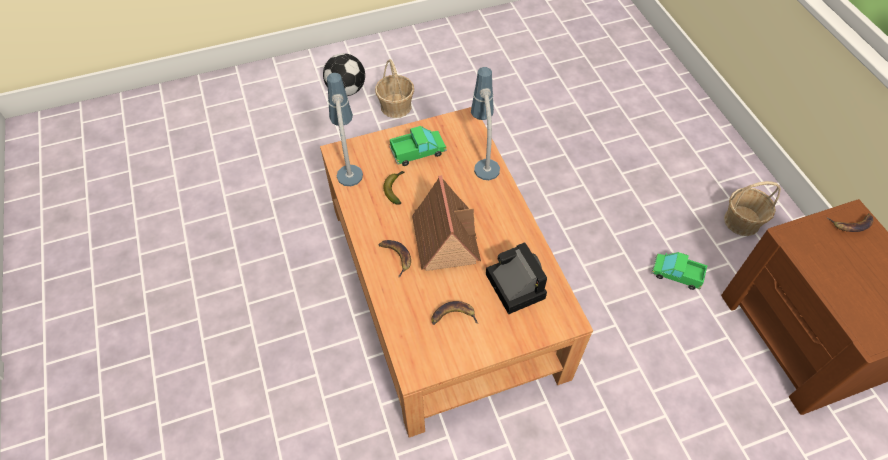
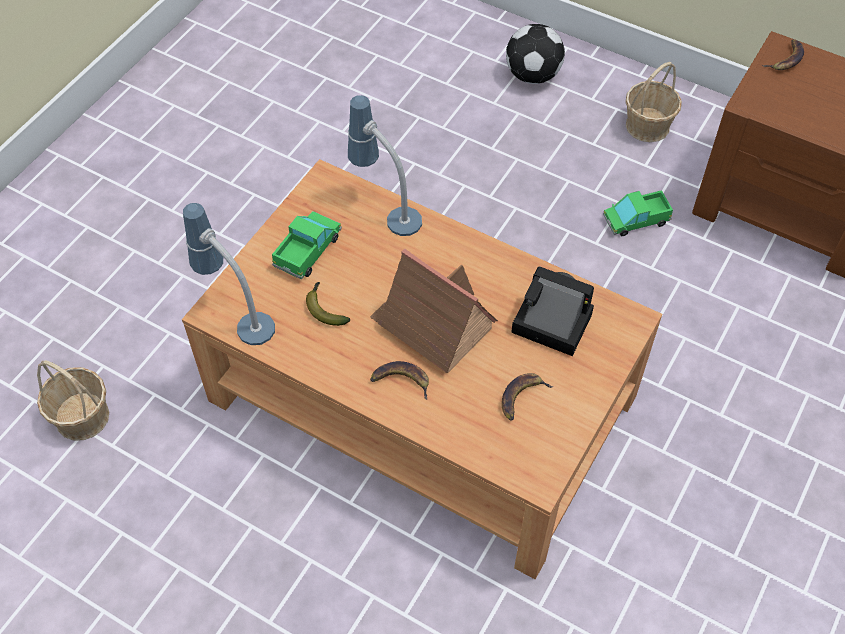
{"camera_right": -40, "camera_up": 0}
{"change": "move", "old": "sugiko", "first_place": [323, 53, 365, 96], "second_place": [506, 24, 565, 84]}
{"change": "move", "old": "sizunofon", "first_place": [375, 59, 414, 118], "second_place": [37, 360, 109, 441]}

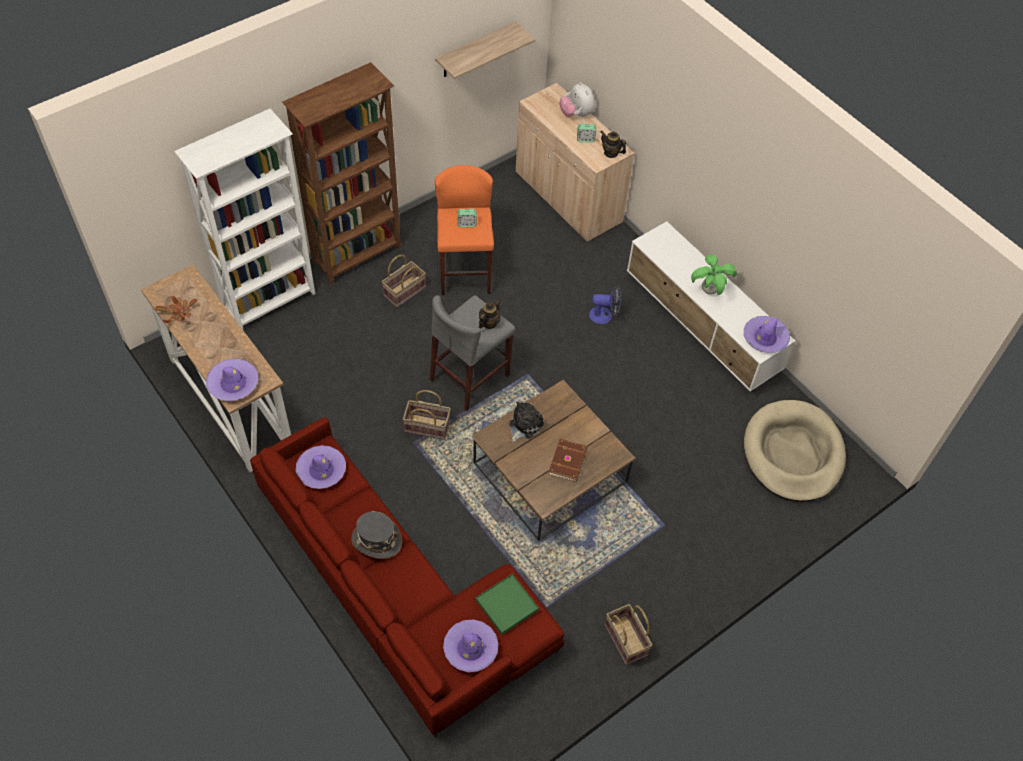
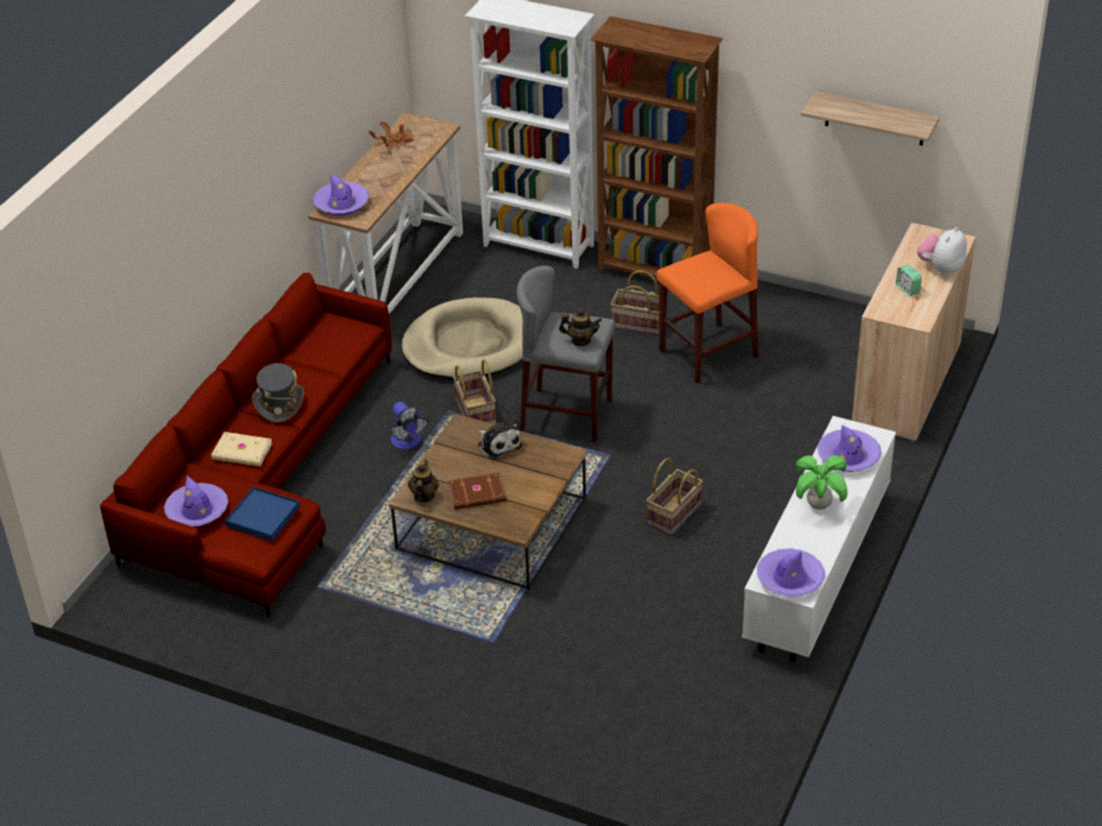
{"camera_right": 65, "camera_up": -15}
{"change": "move", "old": "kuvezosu", "first_place": [601, 131, 626, 158], "second_place": [408, 460, 439, 503]}
{"change": "delete", "old": "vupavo", "first_place": [458, 209, 477, 227]}
{"change": "move", "old": "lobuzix", "first_place": [589, 286, 621, 324], "second_place": [390, 402, 429, 449]}
{"change": "move", "old": "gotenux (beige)", "first_place": [744, 400, 846, 502], "second_place": [402, 297, 523, 380]}
{"change": "rotate", "old": "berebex", "first_place": [509, 402, 544, 442], "second_place": [478, 419, 522, 460], "degrees": 45}
{"change": "move", "old": "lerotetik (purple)", "first_place": [296, 445, 346, 489], "second_place": [817, 425, 881, 472]}
{"change": "recolor", "old": "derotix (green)", "new": "derotix (blue)", "first_place": [476, 574, 539, 635], "second_place": [225, 487, 300, 541]}
{"change": "move", "old": "sizunofon", "first_place": [605, 604, 652, 665], "second_place": [646, 458, 703, 535]}
{"change": "insert", "new": "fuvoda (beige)", "second_place": [211, 432, 272, 466]}

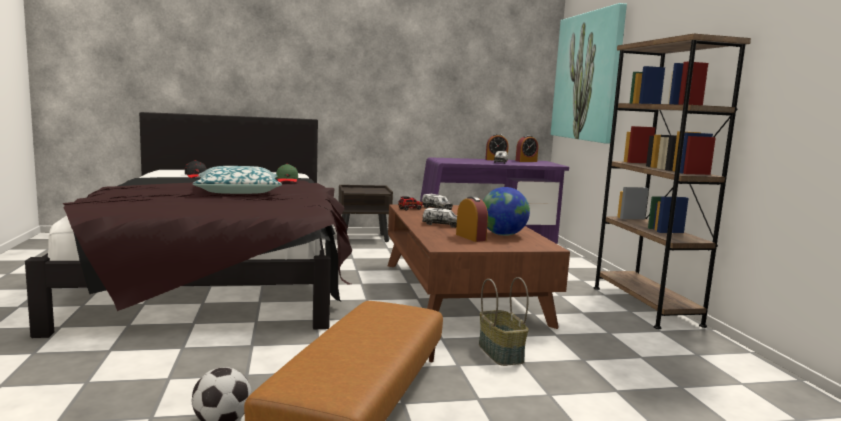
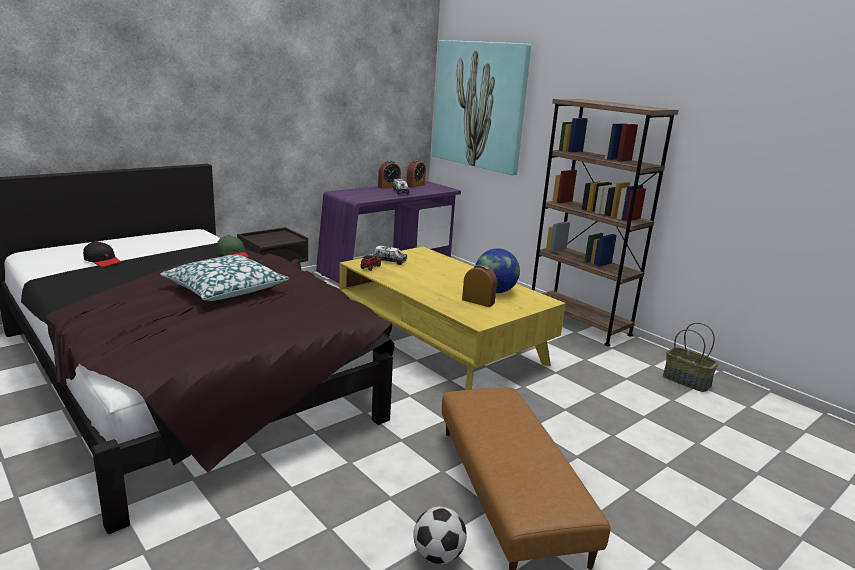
{"camera_right": -30, "camera_up": 10}
{"change": "recolor", "old": "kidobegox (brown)", "new": "kidobegox (yellow)", "first_place": [388, 204, 570, 329], "second_place": [339, 247, 566, 390]}
{"change": "delete", "old": "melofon", "first_place": [422, 208, 457, 228]}
{"change": "move", "old": "sizunofon", "first_place": [479, 277, 529, 366], "second_place": [663, 322, 718, 392]}

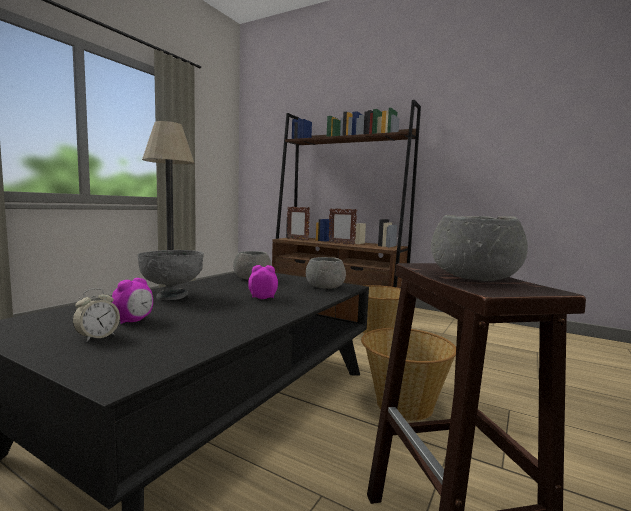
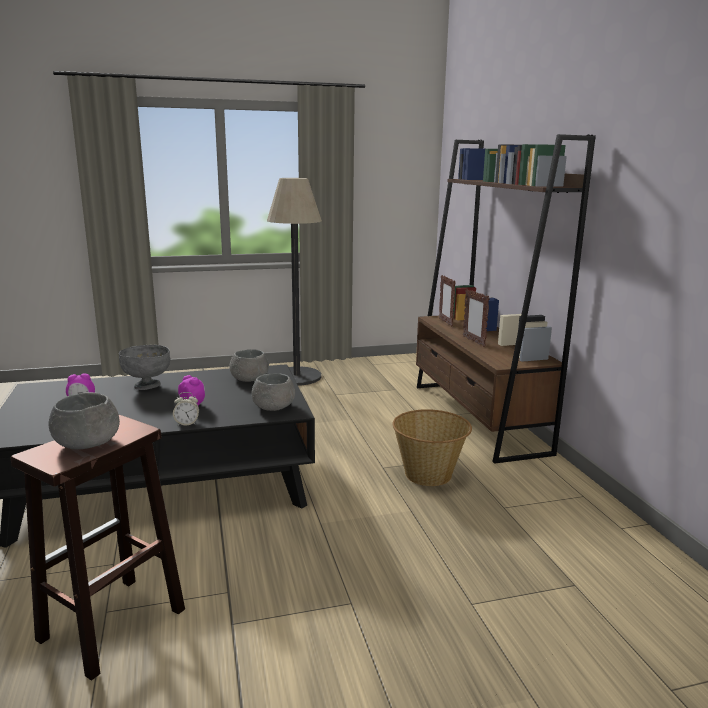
{"camera_right": 45, "camera_up": 10}
{"change": "move", "old": "vupavo", "first_place": [72, 288, 120, 342], "second_place": [173, 392, 199, 426]}
{"change": "delete", "old": "sizunofon", "first_place": [361, 328, 456, 421]}

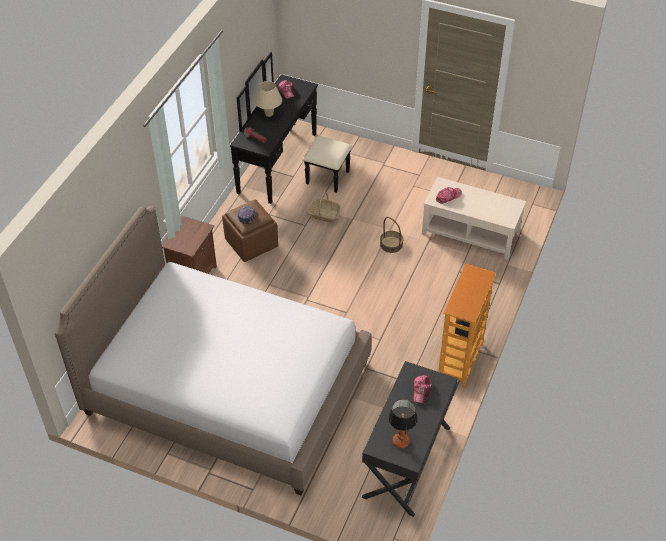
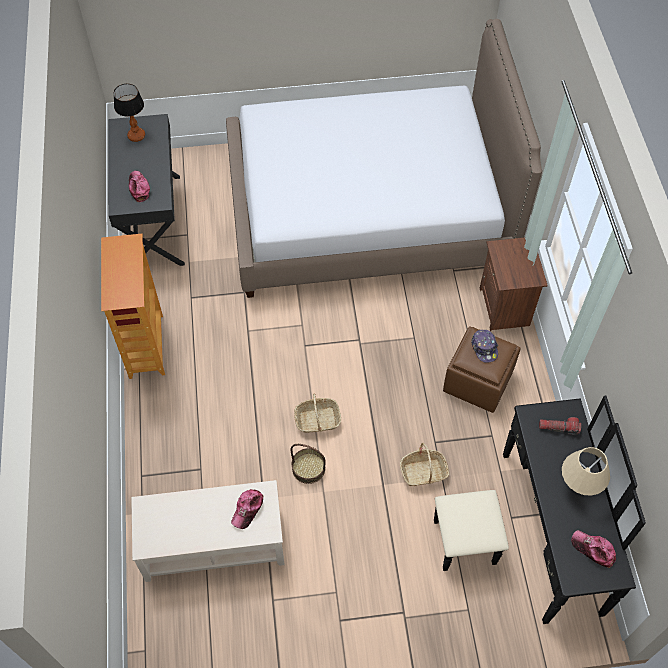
{"camera_right": 150, "camera_up": 10}
{"change": "insert", "new": "sizunofon", "second_place": [294, 393, 341, 433]}

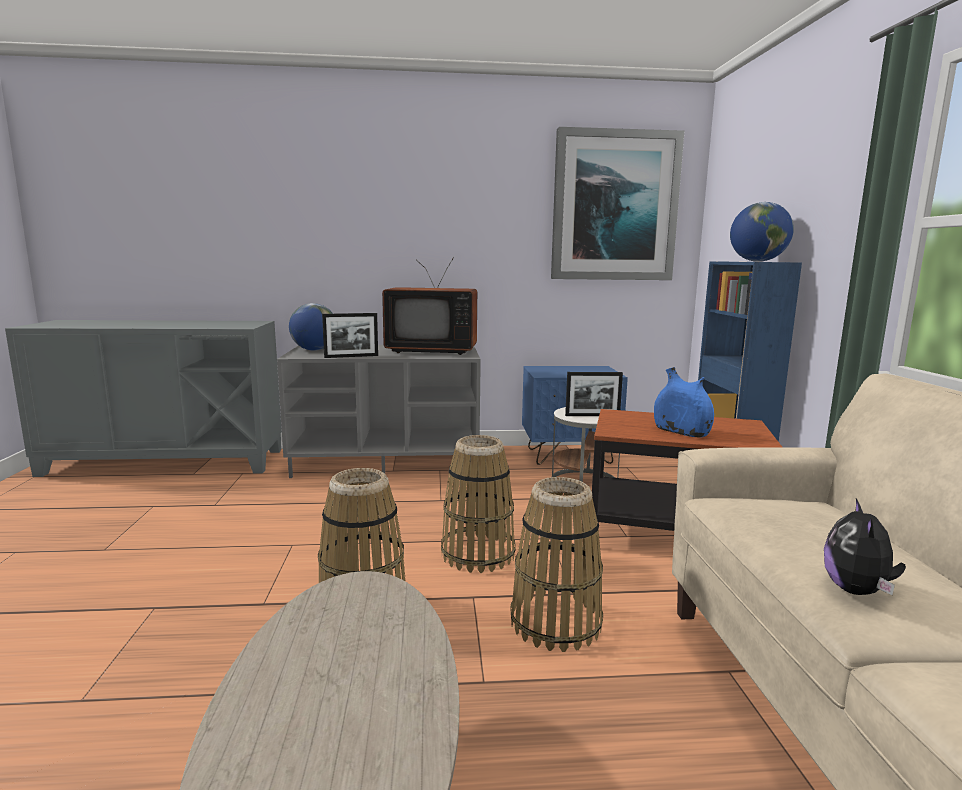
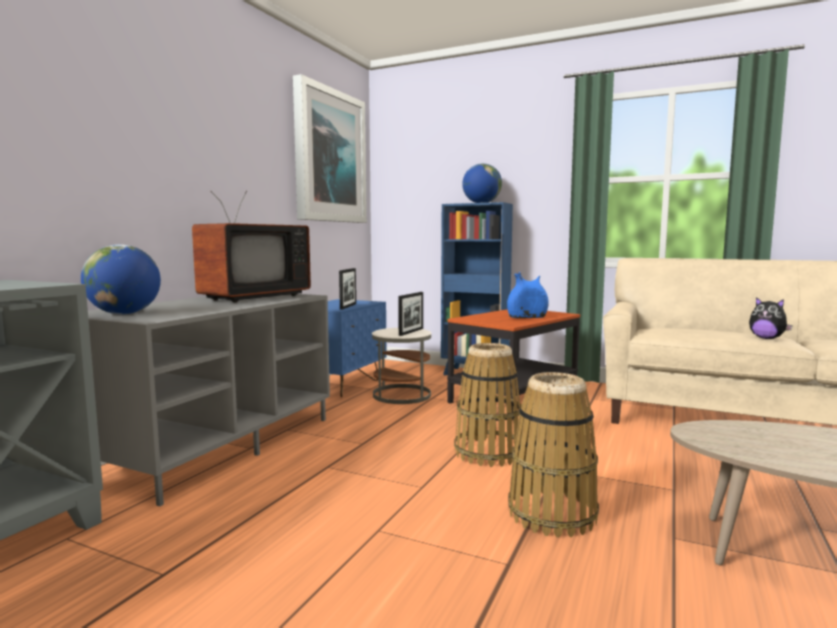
{"camera_right": -60, "camera_up": -5}
{"change": "move", "old": "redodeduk", "first_place": [322, 313, 378, 358], "second_place": [339, 268, 356, 310]}
{"change": "delete", "old": "sizunofon", "first_place": [510, 477, 603, 652]}

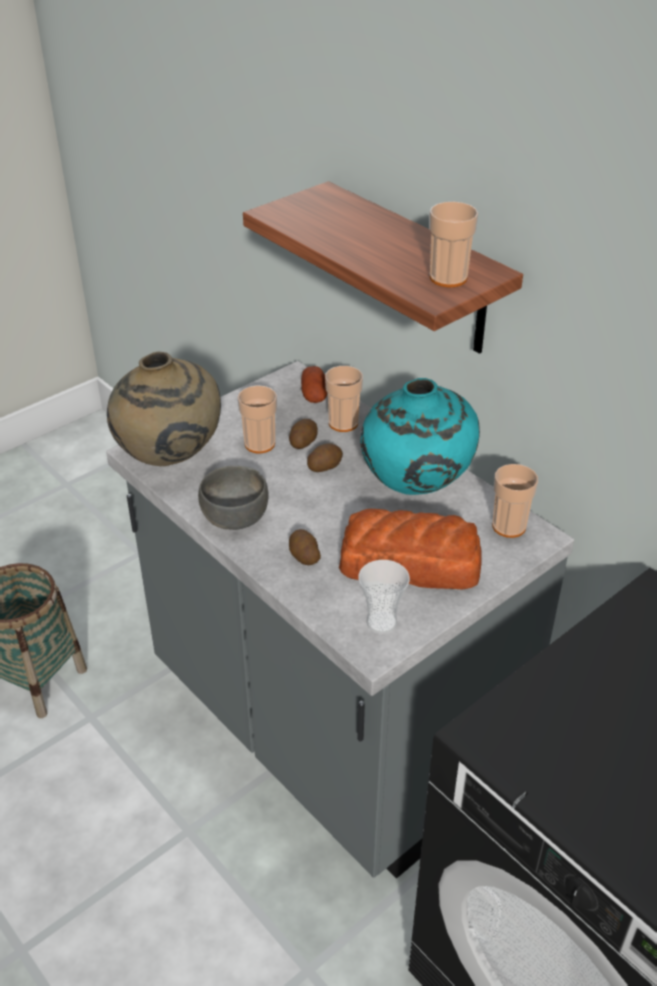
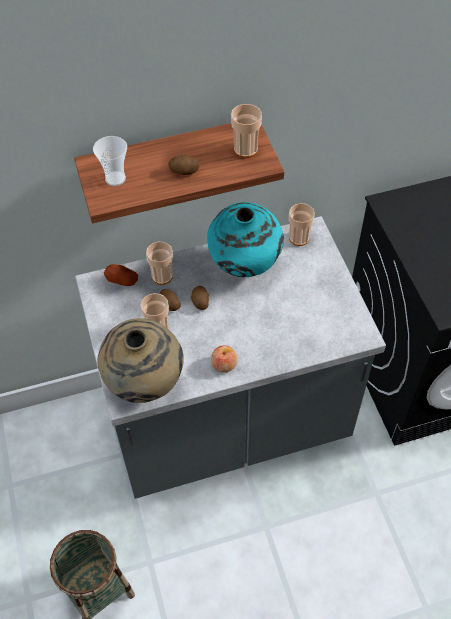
{"camera_right": -65, "camera_up": 15}
{"change": "replace", "old": "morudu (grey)", "new": "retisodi", "first_place": [198, 466, 269, 530], "second_place": [211, 345, 237, 373]}
{"change": "delete", "old": "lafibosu", "first_place": [339, 509, 482, 590]}
{"change": "move", "old": "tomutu", "first_place": [289, 529, 321, 565], "second_place": [168, 155, 199, 175]}
{"change": "move", "old": "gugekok", "first_place": [358, 560, 410, 634], "second_place": [93, 136, 127, 186]}

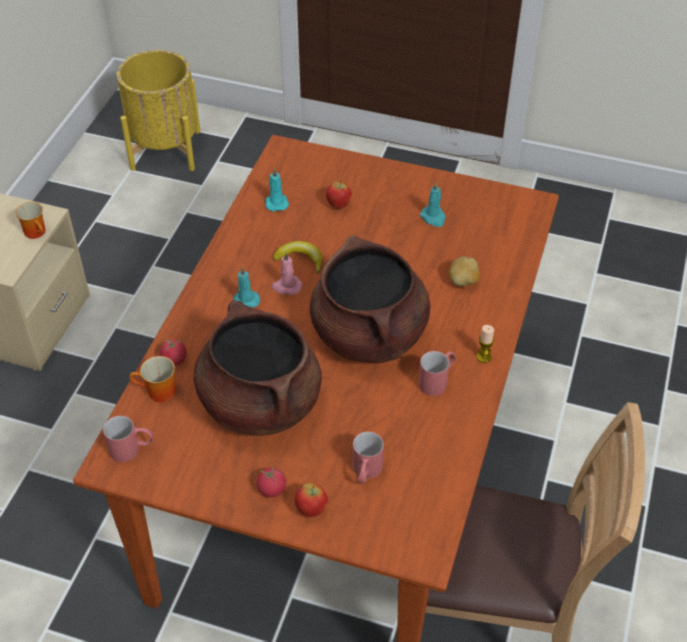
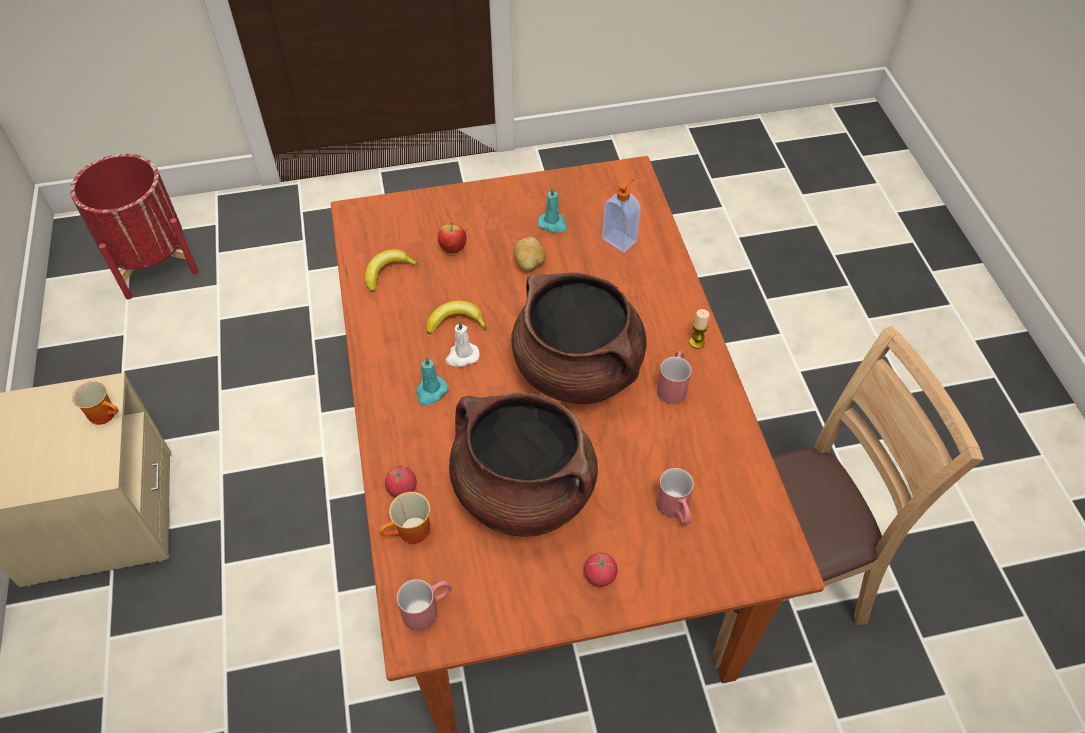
{"camera_right": -30, "camera_up": 5}
{"change": "recolor", "old": "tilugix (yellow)", "new": "tilugix (red)", "first_place": [117, 50, 200, 171], "second_place": [70, 154, 199, 300]}
{"change": "replace", "old": "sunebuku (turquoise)", "new": "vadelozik", "first_place": [265, 168, 289, 212], "second_place": [365, 249, 419, 292]}
{"change": "recolor", "old": "sunebuku (pink)", "new": "sunebuku (white)", "first_place": [271, 252, 302, 295], "second_place": [446, 320, 480, 367]}
{"change": "move", "old": "tomutu", "first_place": [449, 257, 480, 287], "second_place": [514, 237, 547, 271]}
{"change": "delete", "old": "retisodi", "first_place": [294, 483, 328, 517]}
{"change": "insert", "new": "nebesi", "second_place": [602, 178, 641, 253]}

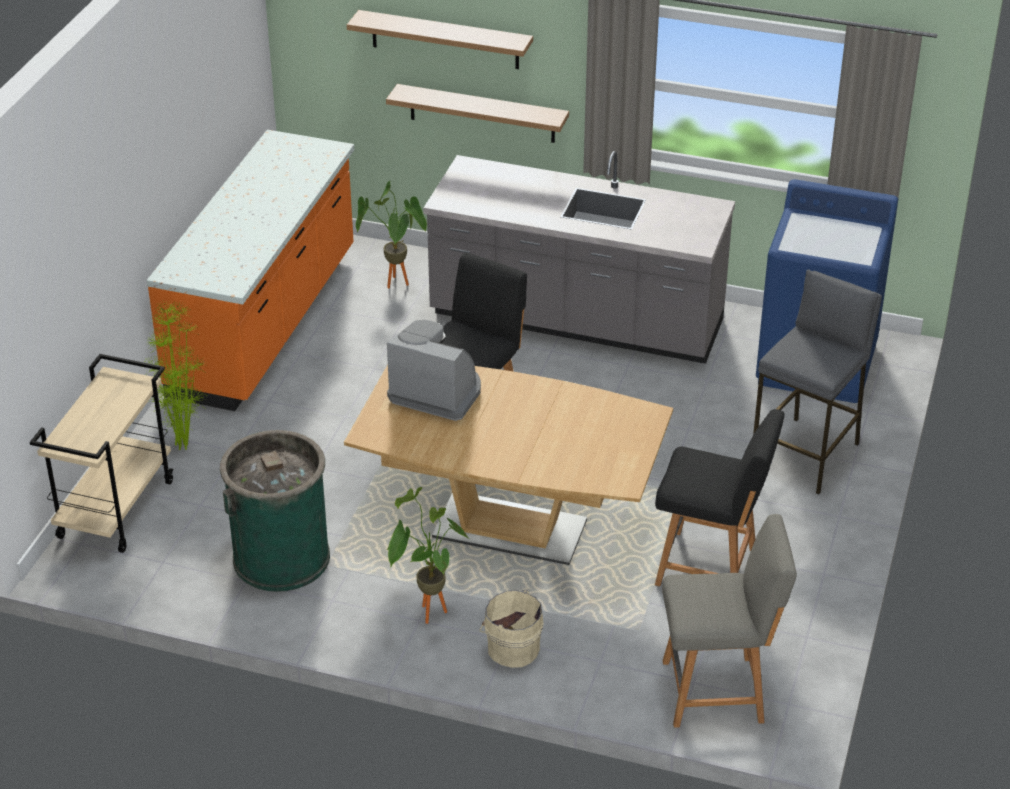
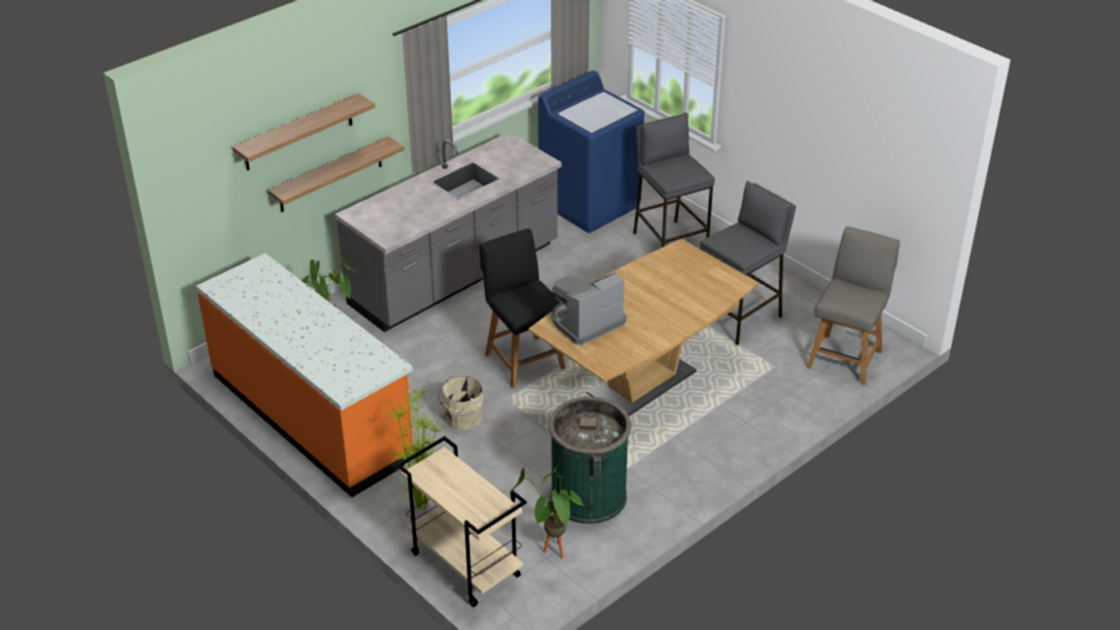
{"camera_right": -60, "camera_up": 0}
{"change": "replace", "old": "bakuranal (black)", "new": "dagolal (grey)", "first_place": [655, 409, 784, 586], "second_place": [700, 181, 796, 345]}
{"change": "move", "old": "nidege", "first_place": [387, 487, 468, 624], "second_place": [509, 463, 584, 558]}
{"change": "move", "old": "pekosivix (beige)", "first_place": [479, 590, 544, 668], "second_place": [438, 376, 483, 430]}

